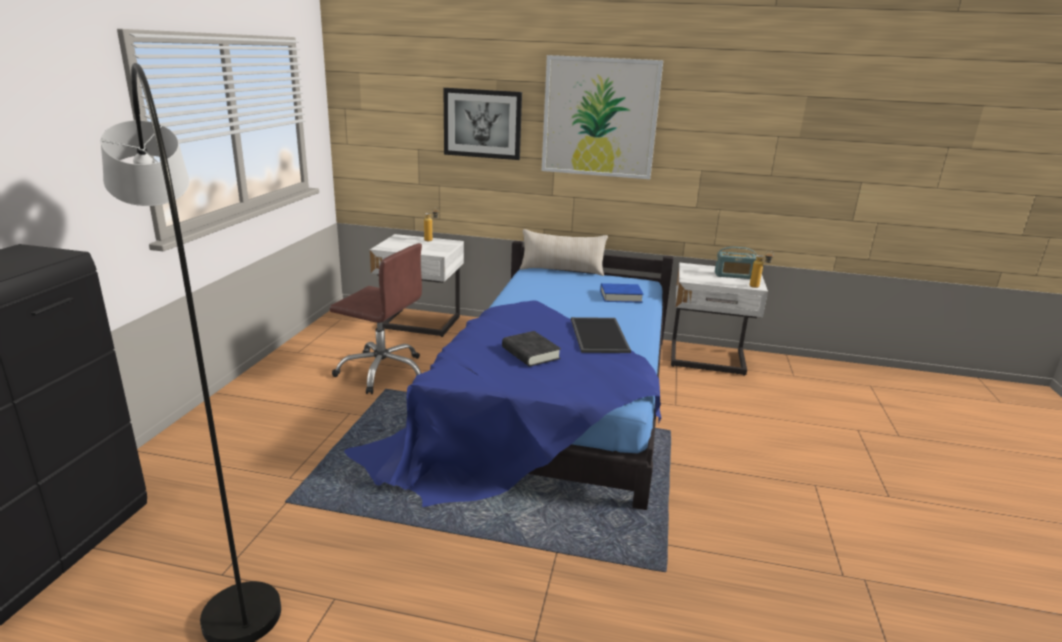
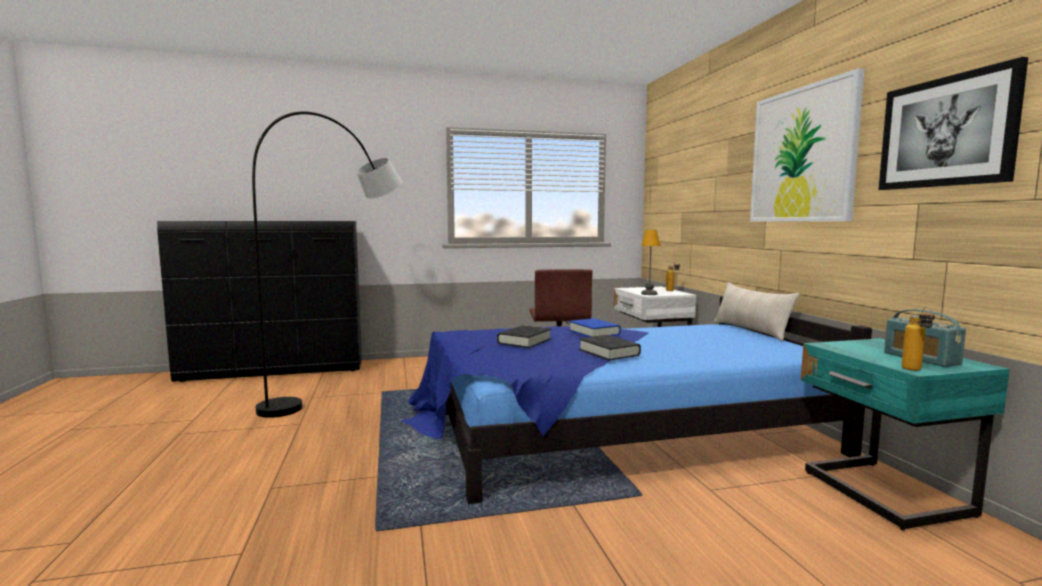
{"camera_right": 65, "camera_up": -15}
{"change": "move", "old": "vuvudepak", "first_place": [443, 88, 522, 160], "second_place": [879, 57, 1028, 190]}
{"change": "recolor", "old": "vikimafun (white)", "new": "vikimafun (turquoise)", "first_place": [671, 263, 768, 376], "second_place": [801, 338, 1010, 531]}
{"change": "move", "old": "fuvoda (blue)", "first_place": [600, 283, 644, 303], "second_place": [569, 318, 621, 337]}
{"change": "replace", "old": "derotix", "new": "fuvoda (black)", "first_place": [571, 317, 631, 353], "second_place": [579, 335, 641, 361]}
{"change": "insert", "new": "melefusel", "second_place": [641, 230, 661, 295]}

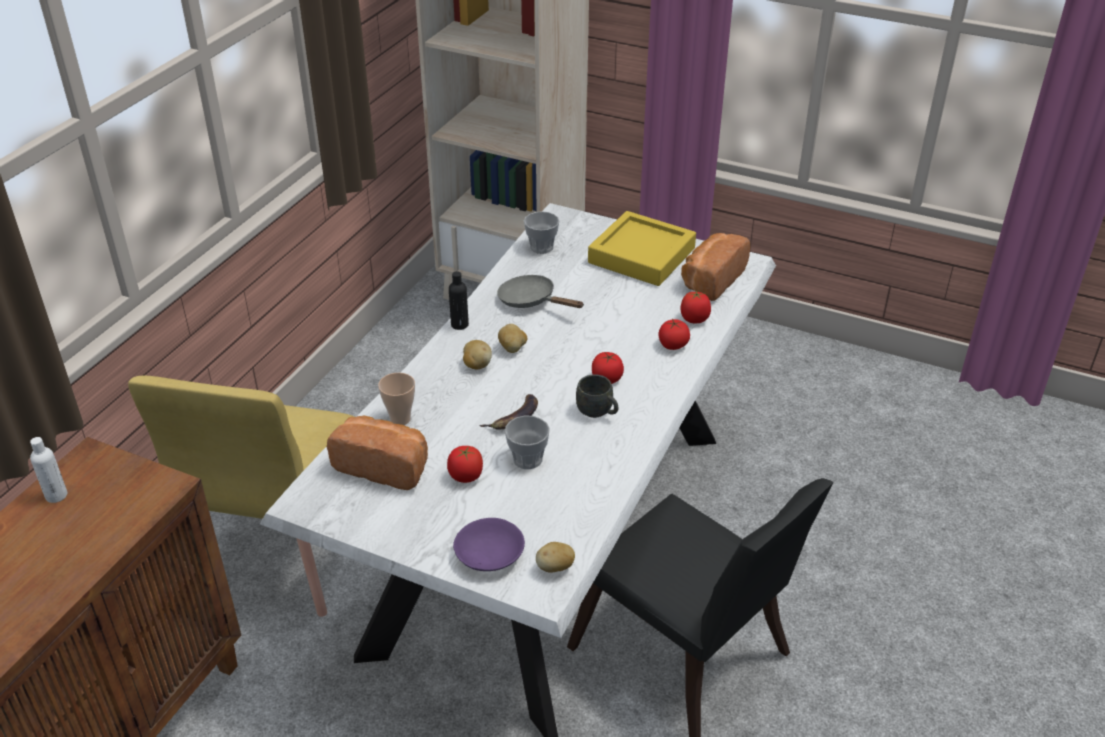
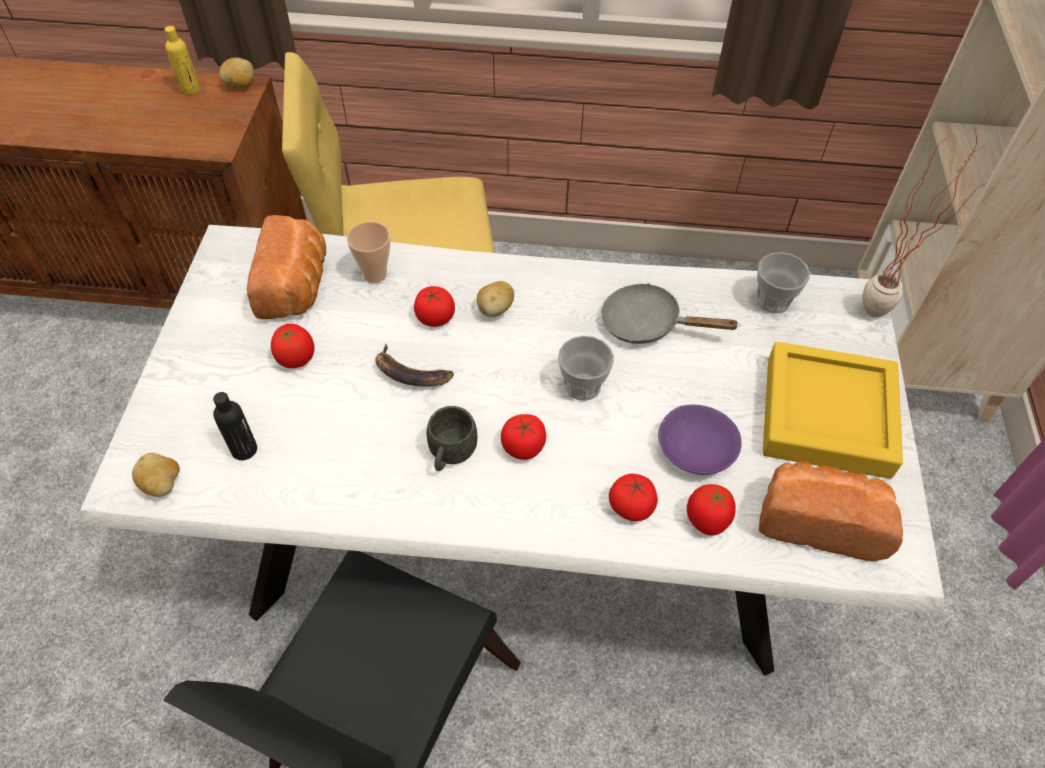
{"camera_right": 70, "camera_up": 15}
{"change": "move", "old": "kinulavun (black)", "first_place": [449, 271, 469, 330], "second_place": [213, 392, 257, 460]}
{"change": "rotate", "old": "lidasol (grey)", "first_place": [497, 275, 583, 308], "second_place": [601, 283, 740, 344], "degrees": -90}
{"change": "move", "old": "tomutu", "first_place": [498, 324, 527, 353], "second_place": [220, 58, 254, 88]}
{"change": "move", "old": "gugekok", "first_place": [505, 415, 550, 469], "second_place": [558, 336, 614, 401]}
{"change": "recolor", "old": "kinulavun (white)", "new": "kinulavun (yellow)", "first_place": [30, 437, 67, 503], "second_place": [164, 26, 200, 95]}
{"change": "move", "old": "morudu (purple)", "first_place": [453, 518, 525, 571], "second_place": [658, 405, 742, 475]}
{"change": "insert", "new": "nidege", "second_place": [862, 126, 987, 317]}
{"change": "insert", "new": "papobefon", "second_place": [414, 286, 455, 327]}

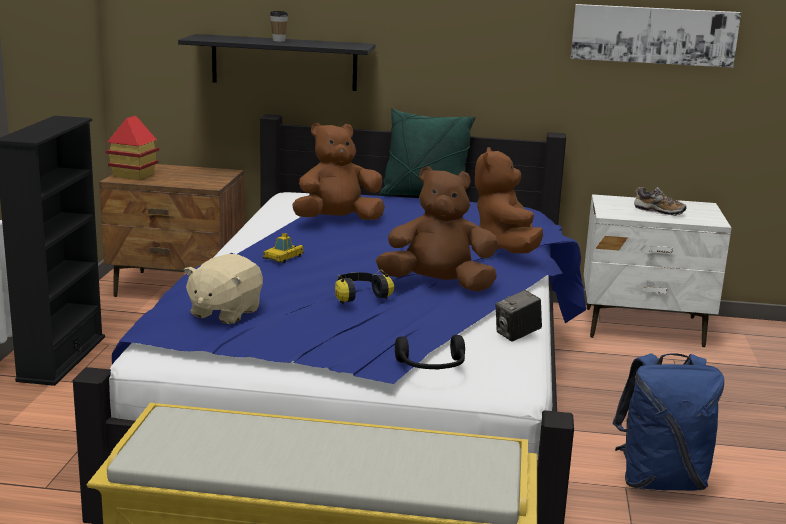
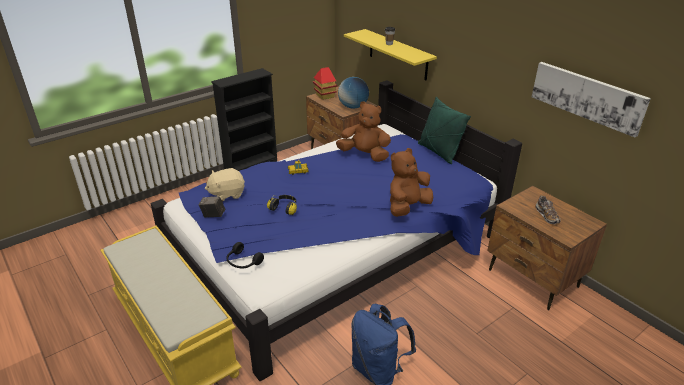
{"camera_right": 45, "camera_up": 15}
{"change": "recolor", "old": "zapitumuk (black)", "new": "zapitumuk (yellow)", "first_place": [178, 34, 376, 91], "second_place": [344, 29, 437, 80]}
{"change": "delete", "old": "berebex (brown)", "first_place": [376, 166, 498, 292]}
{"change": "recolor", "old": "vikimafun (white)", "new": "vikimafun (brown)", "first_place": [584, 194, 731, 347], "second_place": [487, 186, 607, 310]}
{"change": "move", "old": "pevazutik", "first_place": [496, 290, 542, 342], "second_place": [199, 196, 225, 218]}
{"change": "insert", "new": "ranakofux", "second_place": [338, 77, 369, 109]}

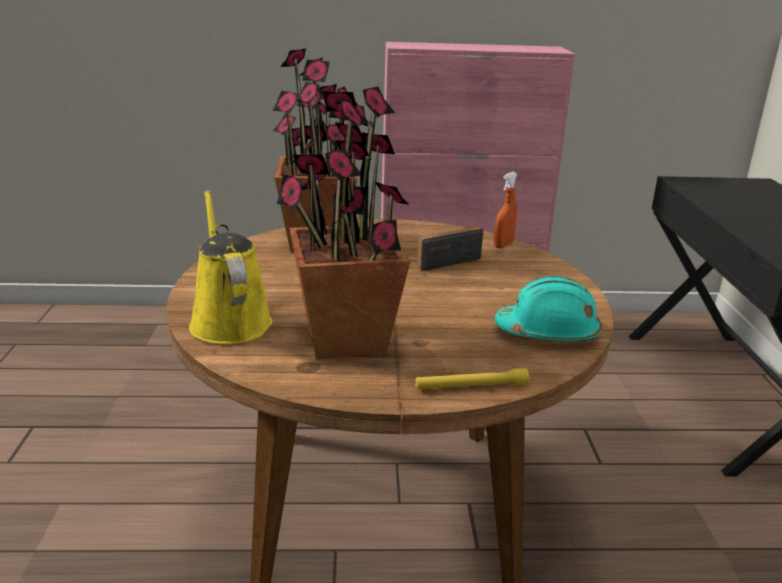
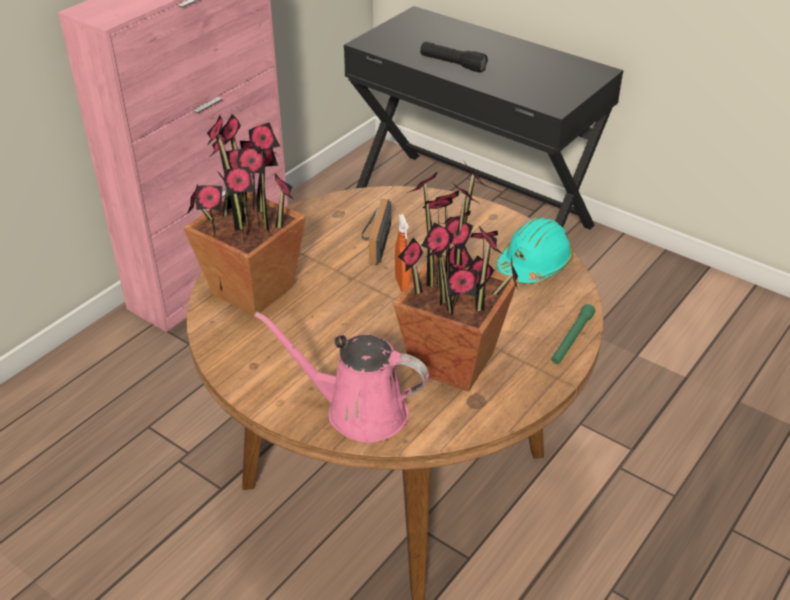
{"camera_right": -50, "camera_up": 15}
{"change": "move", "old": "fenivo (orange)", "first_place": [494, 172, 517, 249], "second_place": [395, 214, 412, 292]}
{"change": "recolor", "old": "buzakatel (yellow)", "new": "buzakatel (pink)", "first_place": [189, 190, 273, 344], "second_place": [254, 311, 429, 443]}
{"change": "recolor", "old": "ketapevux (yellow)", "new": "ketapevux (green)", "first_place": [415, 368, 529, 389], "second_place": [551, 304, 596, 364]}
{"change": "insert", "new": "ketapevux (black)", "second_place": [420, 42, 488, 73]}

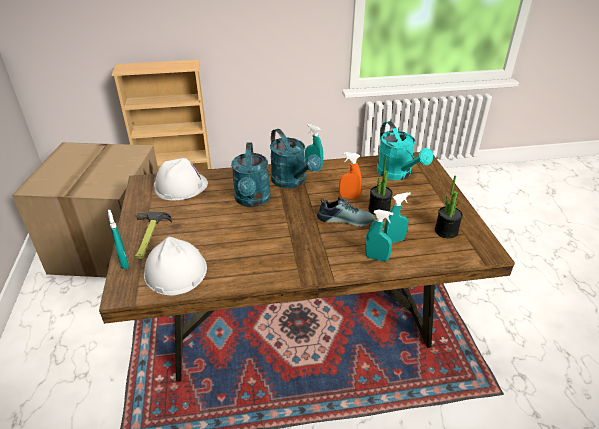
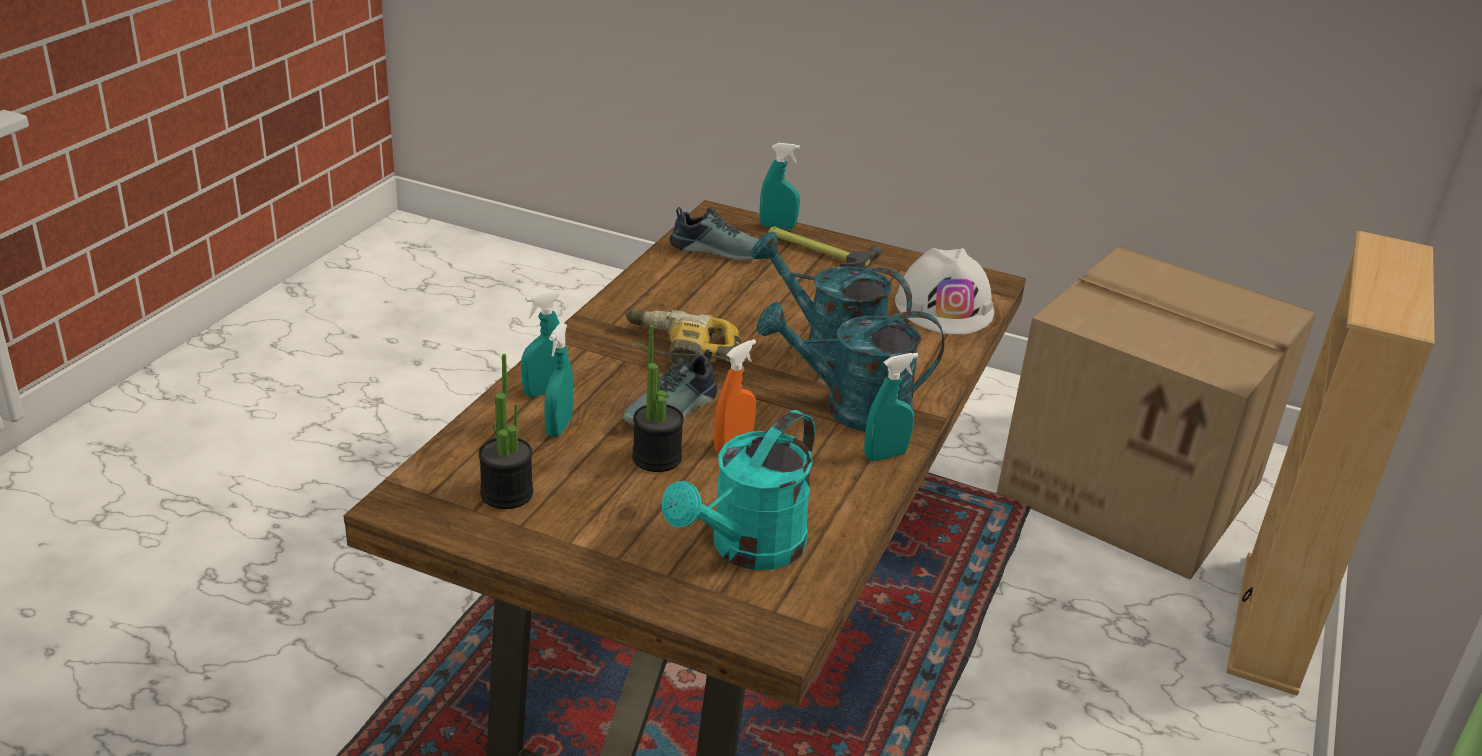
{"camera_right": 120, "camera_up": -5}
{"change": "rotate", "old": "buzakatel (turquoise)", "first_place": [377, 121, 433, 180], "second_place": [662, 410, 815, 570], "degrees": -60}
{"change": "replace", "old": "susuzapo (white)", "new": "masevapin", "first_place": [144, 237, 207, 296], "second_place": [669, 207, 759, 261]}
{"change": "insert", "new": "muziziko", "second_place": [626, 308, 740, 365]}

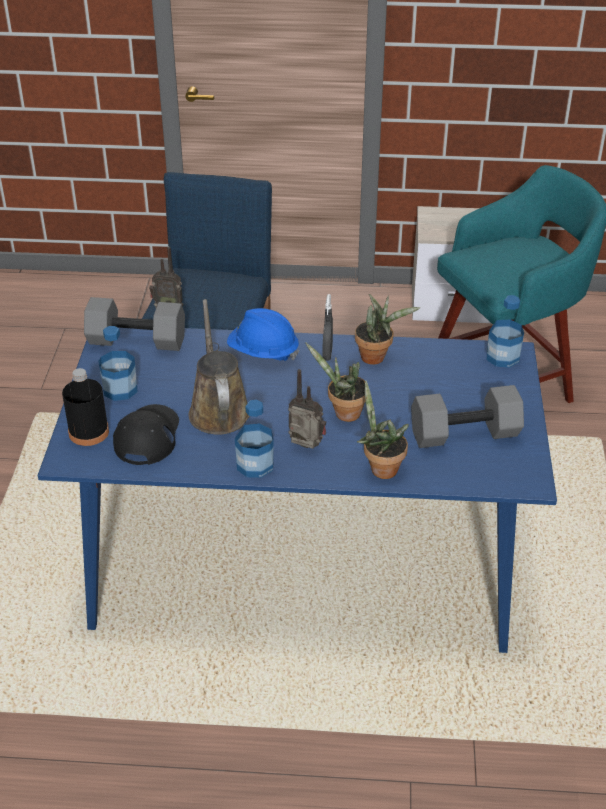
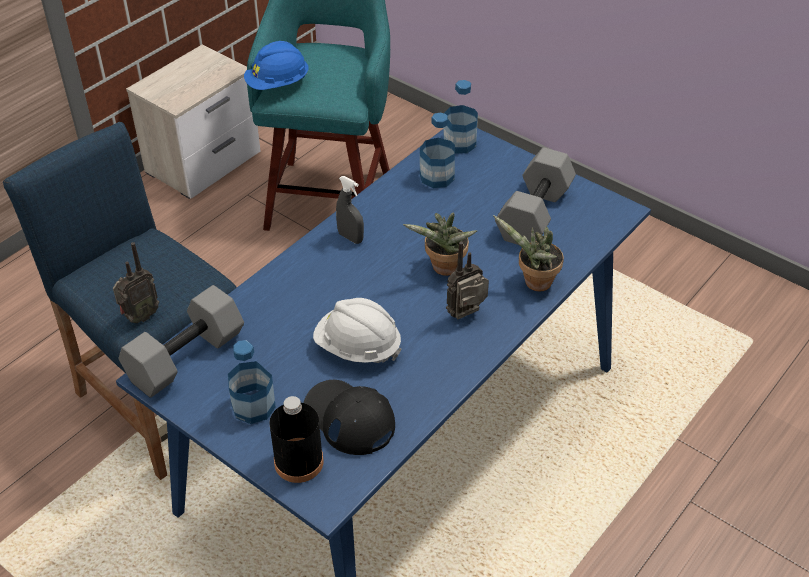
{"camera_right": -55, "camera_up": 5}
{"change": "delete", "old": "nidege", "first_place": [355, 294, 420, 365]}
{"change": "replace", "old": "buzakatel (brown)", "new": "susuzapo (white)", "first_place": [189, 299, 250, 435], "second_place": [313, 298, 402, 363]}
{"change": "move", "old": "susuzapo (blue)", "first_place": [227, 308, 299, 361], "second_place": [244, 41, 309, 90]}
{"change": "move", "old": "kinulavun", "first_place": [235, 400, 274, 478], "second_place": [420, 113, 455, 188]}

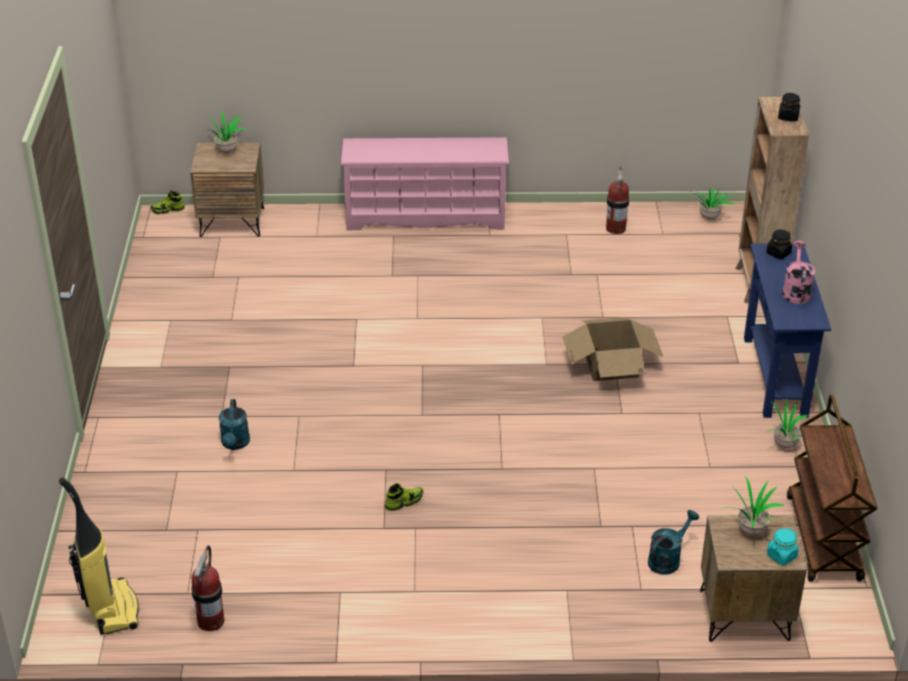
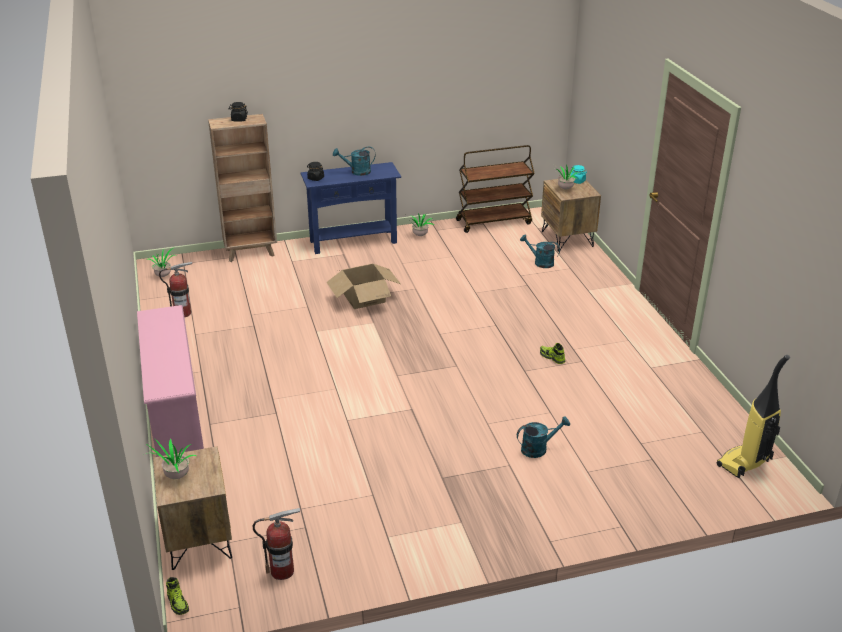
{"camera_right": -105, "camera_up": -5}
{"change": "recolor", "old": "buzakatel (pink)", "new": "buzakatel (turquoise)", "first_place": [782, 240, 815, 304], "second_place": [333, 147, 375, 176]}
{"change": "move", "old": "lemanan", "first_place": [191, 545, 224, 631], "second_place": [253, 508, 300, 580]}

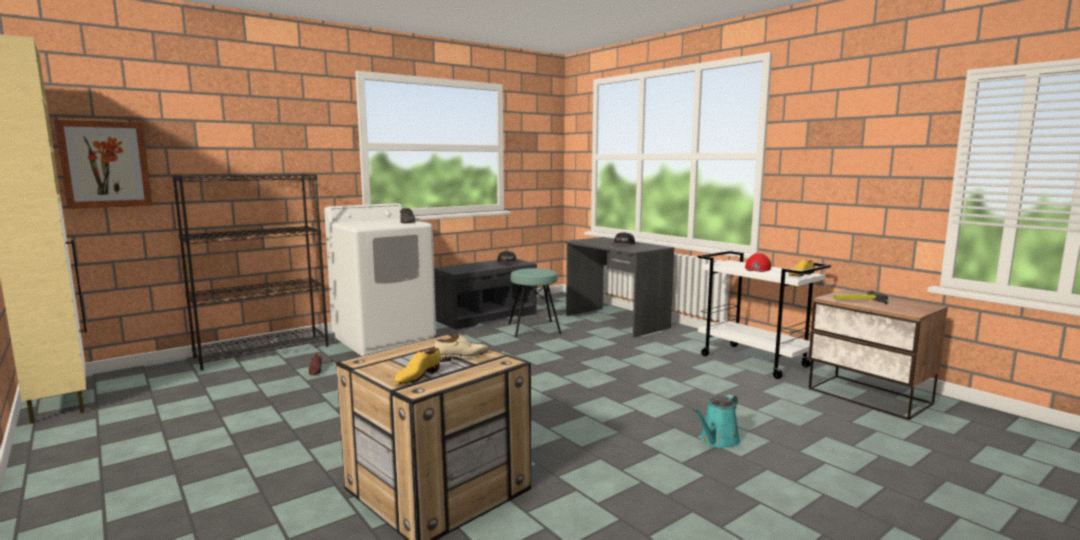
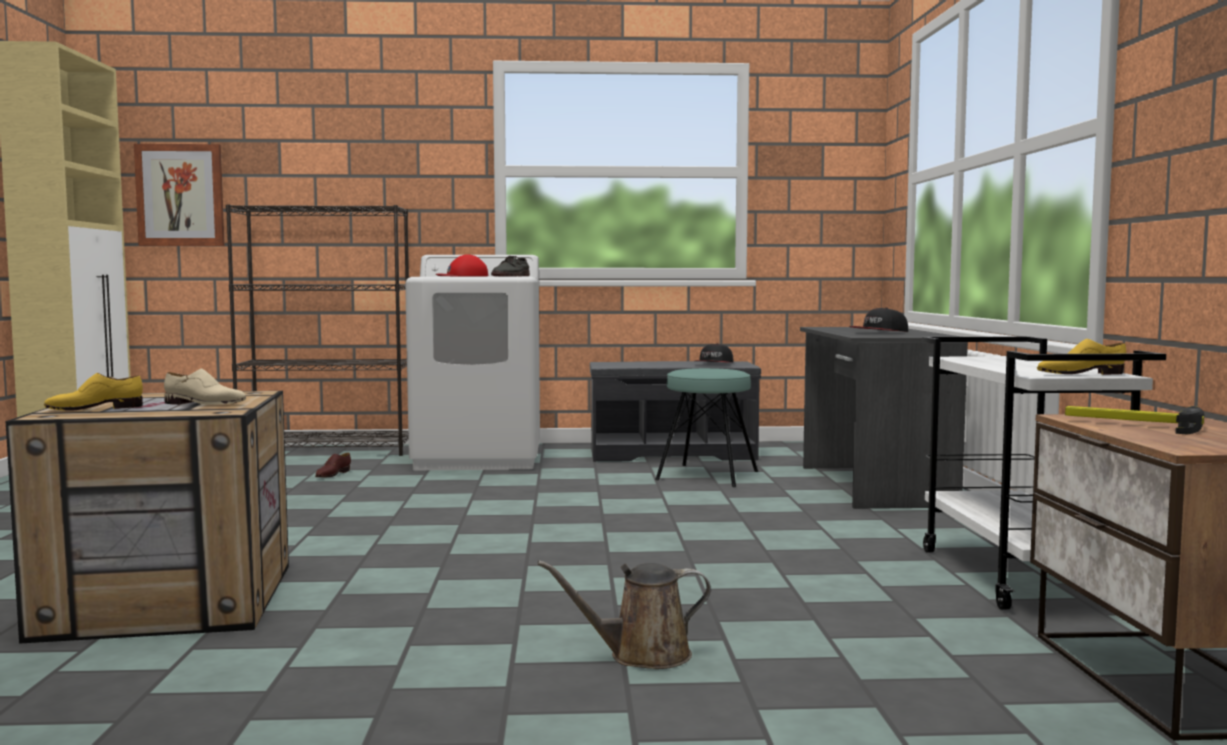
{"camera_right": 35, "camera_up": -5}
{"change": "move", "old": "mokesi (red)", "first_place": [745, 253, 771, 272], "second_place": [436, 254, 488, 277]}
{"change": "recolor", "old": "buzakatel (turquoise)", "new": "buzakatel (brown)", "first_place": [692, 394, 741, 448], "second_place": [537, 561, 711, 669]}

